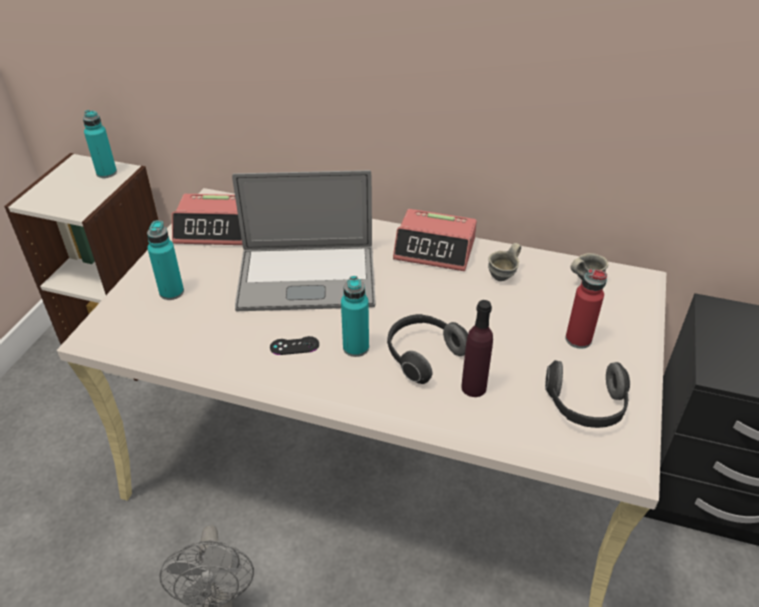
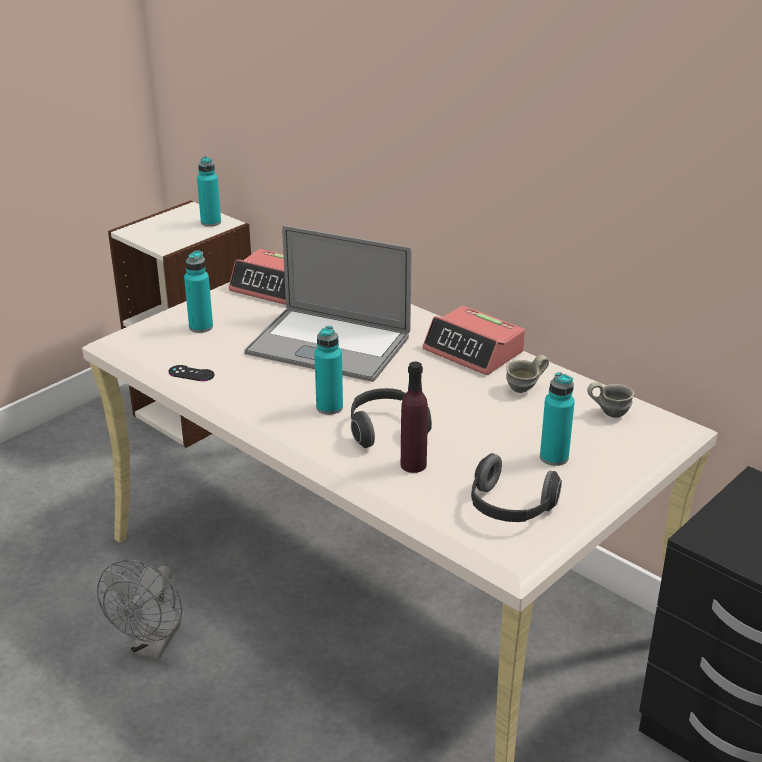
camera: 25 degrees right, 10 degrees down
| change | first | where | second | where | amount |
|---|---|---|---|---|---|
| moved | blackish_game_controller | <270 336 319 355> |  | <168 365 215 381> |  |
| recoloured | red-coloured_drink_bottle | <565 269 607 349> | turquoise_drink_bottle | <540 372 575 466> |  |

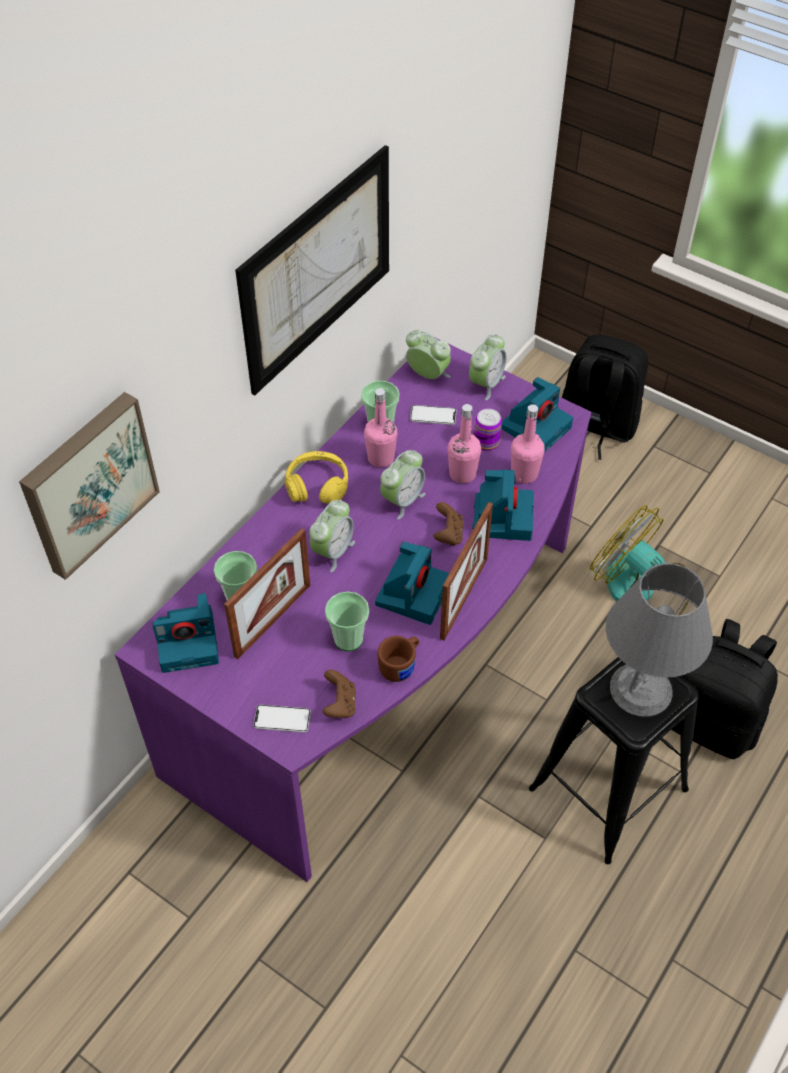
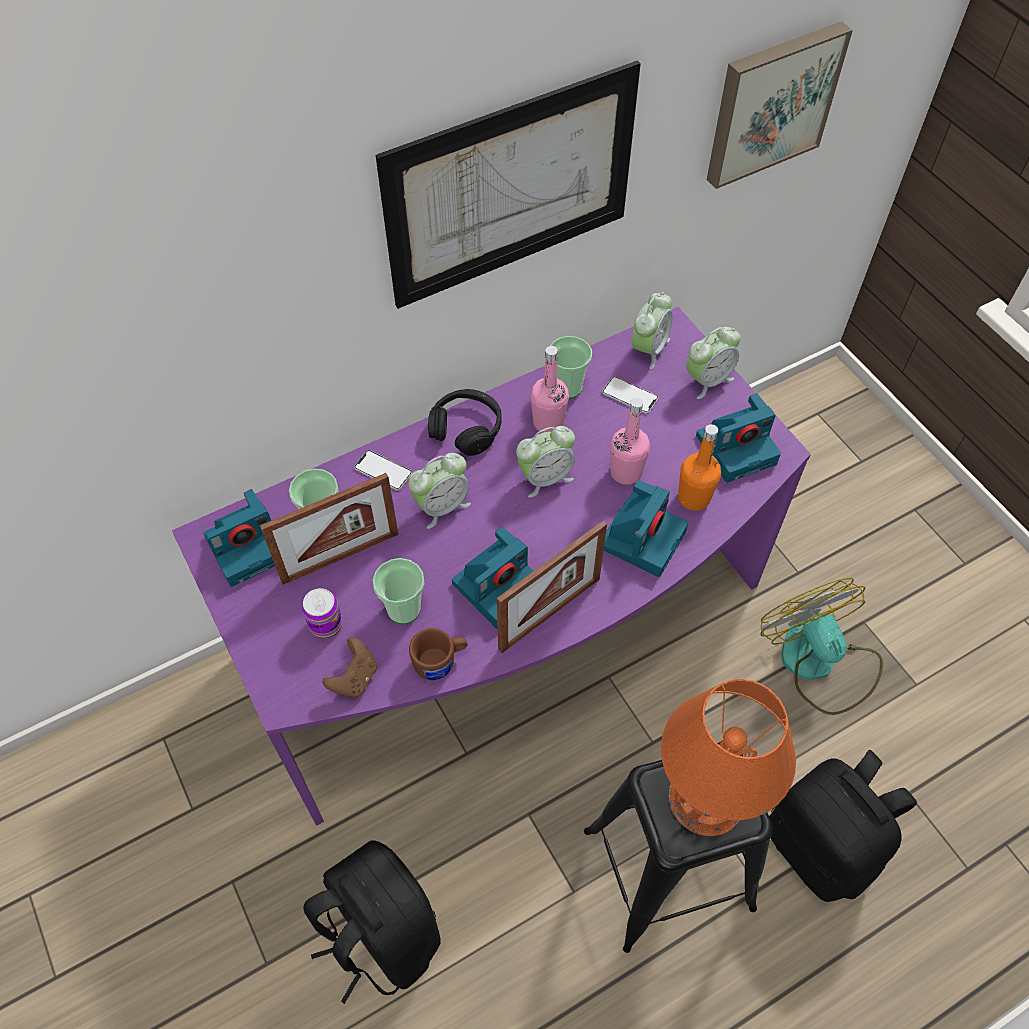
camera: 25 degrees right, 5 degrees up
| change | first | where | second | where | amount |
|---|---|---|---|---|---|
| turned | still_camera | <152 593 219 673> |  | <204 489 275 587> | 45 degrees counterclockwise |
| moved | sealed_can | <474 409 502 451> |  | <302 588 342 639> |  |
| moved | blackish_knapsack | <562 334 648 460> |  | <303 840 441 1004> |  |
| moved | phone | <253 705 311 733> |  | <354 450 412 490> |  |
| recoloured | yellowish_headphones | <285 451 348 504> | blackish_headphones | <428 389 502 456> |  |
| turned | bedside_clock | <406 330 451 379> |  | <632 292 673 369> | 60 degrees clockwise |
| recoloured | grey_table_lamp | <606 563 713 717> | orange-coloured_table_lamp | <661 679 796 836> |  |
| recoloured | pink_drink_bottle | <511 404 545 484> | orange-coloured_drink_bottle | <678 424 721 511> |  |
| moved | wall_picture | <19 392 160 580> |  | <707 21 853 189> |  |
| removed | brown-coloured_game_controller | <434 502 464 546> |  |  |  |

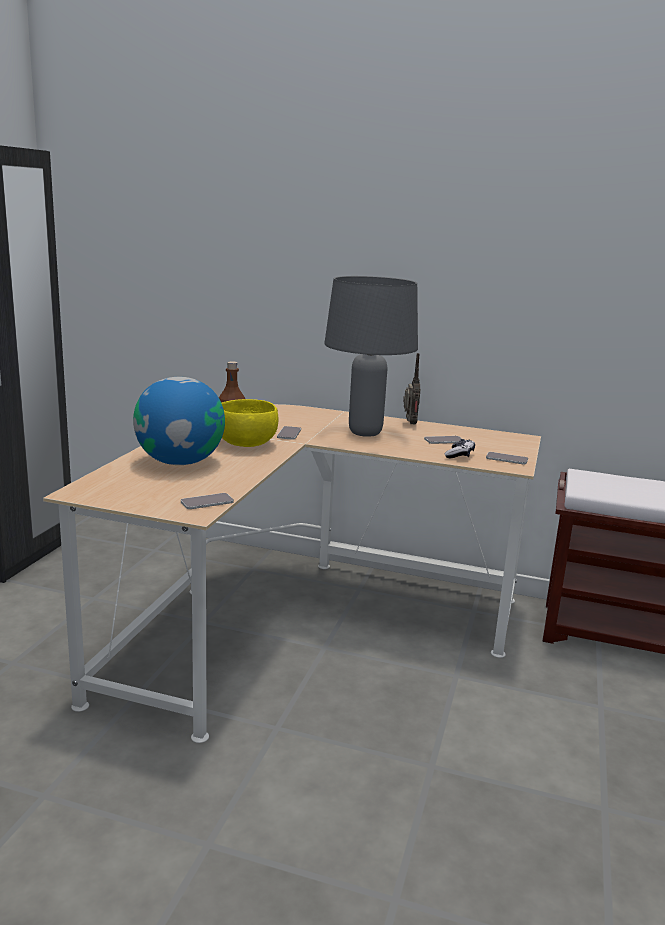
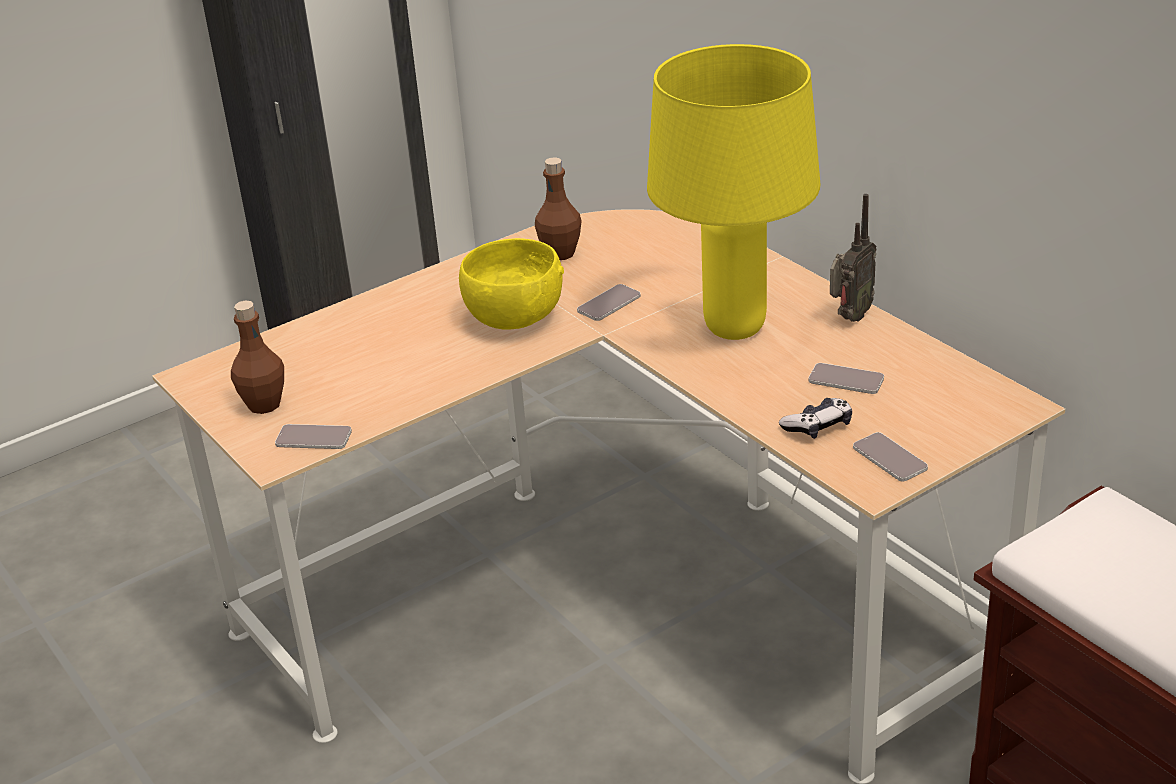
camera: 40 degrees right, 15 degrees up
| change | first | where | second | where | amount |
|---|---|---|---|---|---|
| added |  |  | brown-coloured_drink_bottle | <231 300 284 414> |  |
| recoloured | grey_table_lamp | <324 276 418 437> | yellowish_table_lamp | <647 44 820 340> |  |
| removed | desk_globe | <133 377 225 465> |  |  |  |

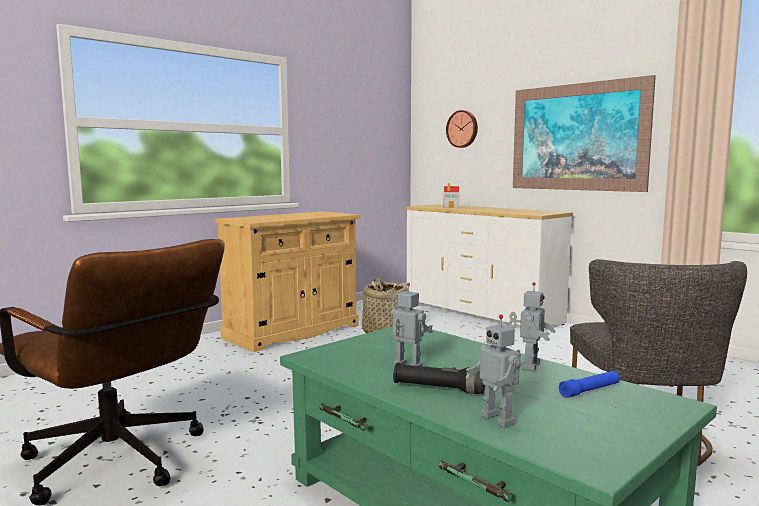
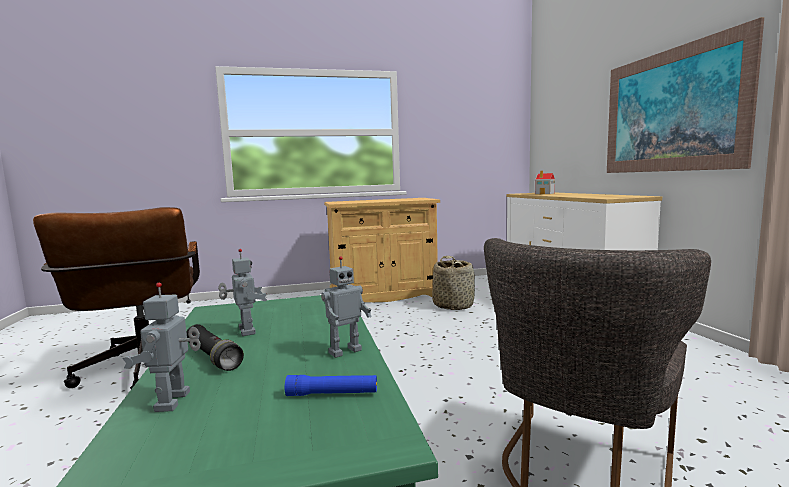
camera: 30 degrees right, 0 degrees up
| change | first | where | second | where | amount |
|---|---|---|---|---|---|
| removed | wall_clock | <446 110 478 148> |  |  |  |

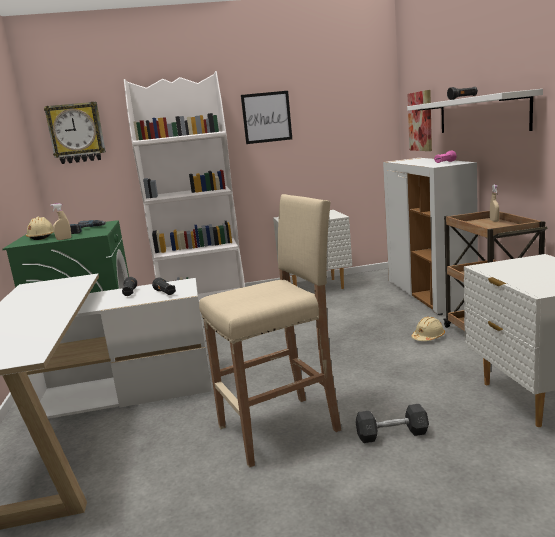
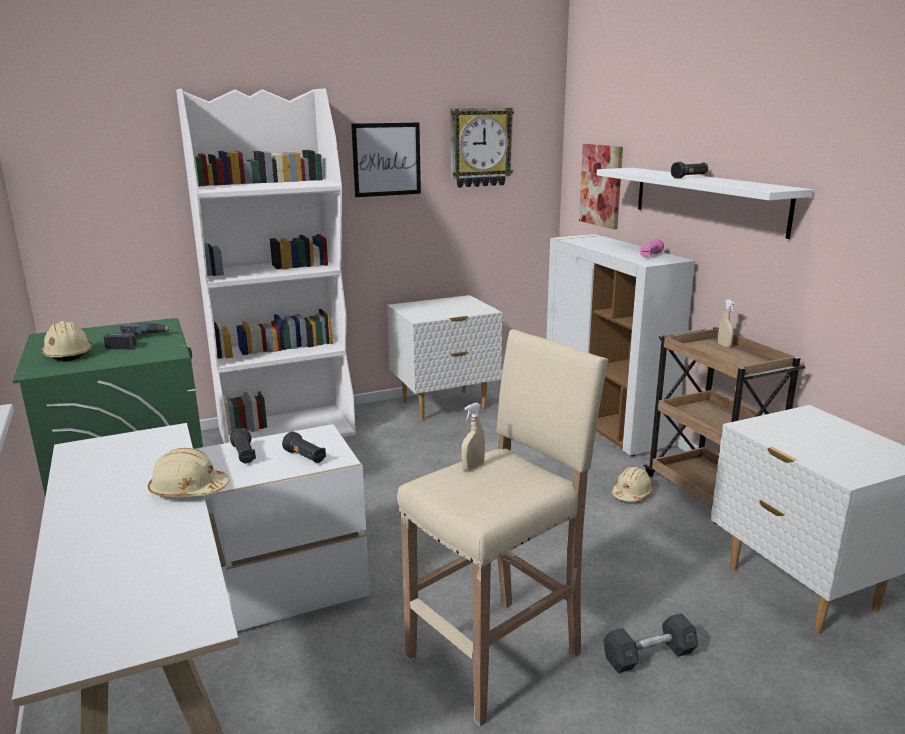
camera: 15 degrees left, 5 degrees up
| change | first | where | second | where | amount |
|---|---|---|---|---|---|
| added |  |  | beige_hard_hat | <148 448 230 497> |  |
| moved | wall_clock | <44 102 106 164> |  | <450 108 514 188> |  |
| moved | beige_spray_bottle | <50 203 71 240> |  | <461 403 485 471> |  |

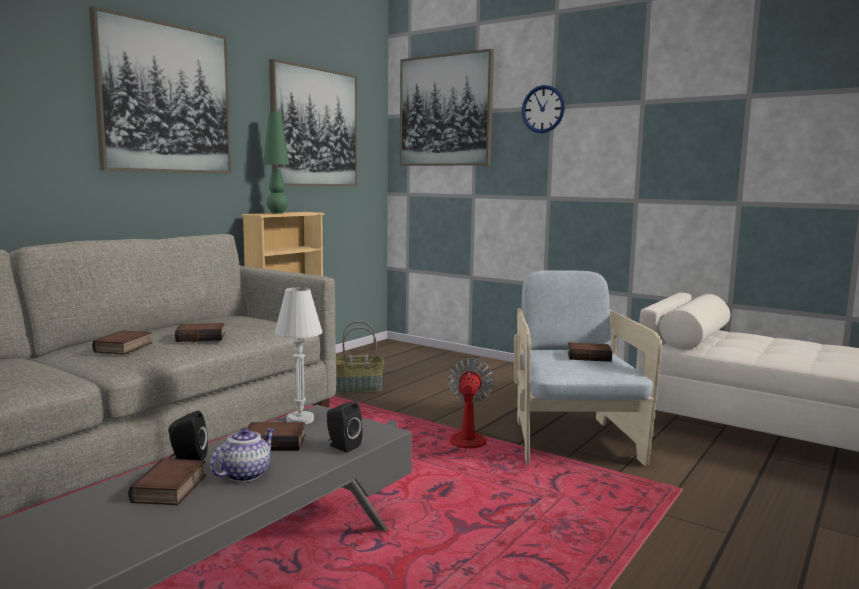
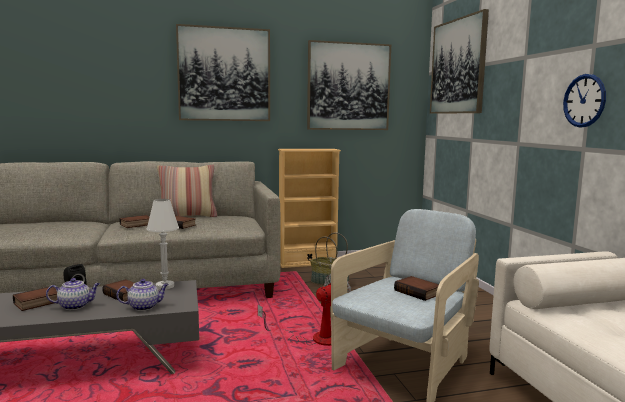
camera: 40 degrees right, 0 degrees up
| change | first | where | second | where | amount |
|---|---|---|---|---|---|
| replaced | blackish_speaker | <327 401 363 452> | pot_for_tea | <117 279 169 311> |  |
| added |  |  | pillow | <157 165 217 217> |  |
| moved | wall_clock | <522 85 565 133> |  | <563 74 606 128> |  |
| removed | green-coloured_table_lamp | <263 112 289 214> |  |  |  |

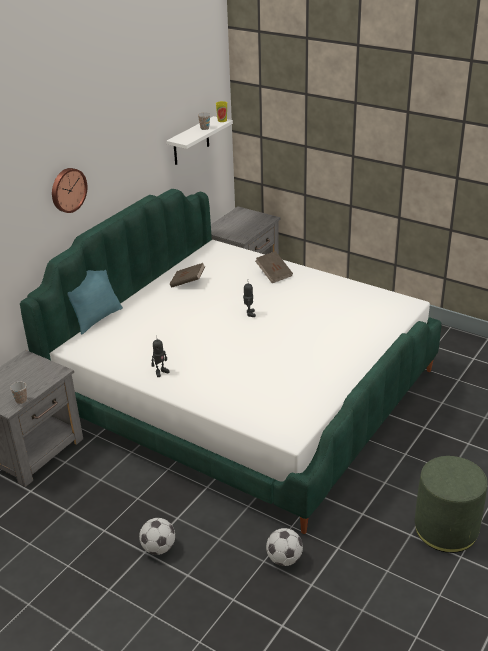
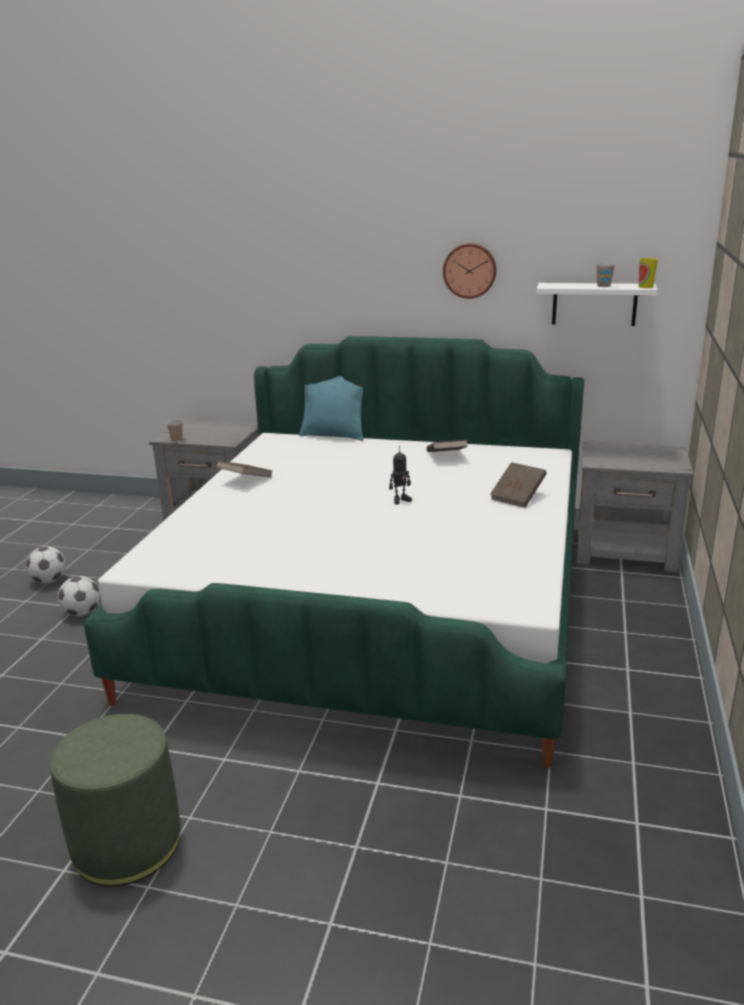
camera: 70 degrees right, 10 degrees down
| change | first | where | second | where | amount |
|---|---|---|---|---|---|
| moved | ball_for_football | <266 528 303 566> |  | <26 546 66 584> |  |
| replaced | model_robot | <151 339 170 377> | brown-coloured_book | <216 461 272 478> |  |
| moved | wall_clock | <52 168 87 213> |  | <443 243 497 299> |  |

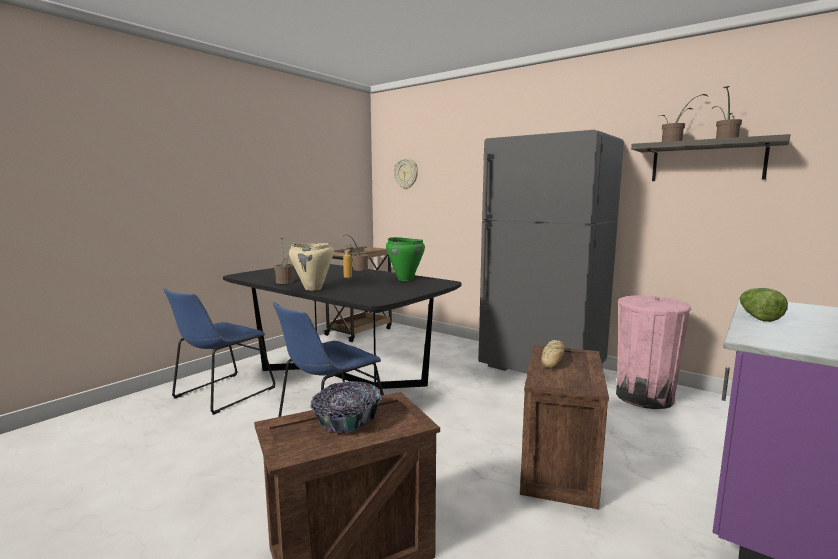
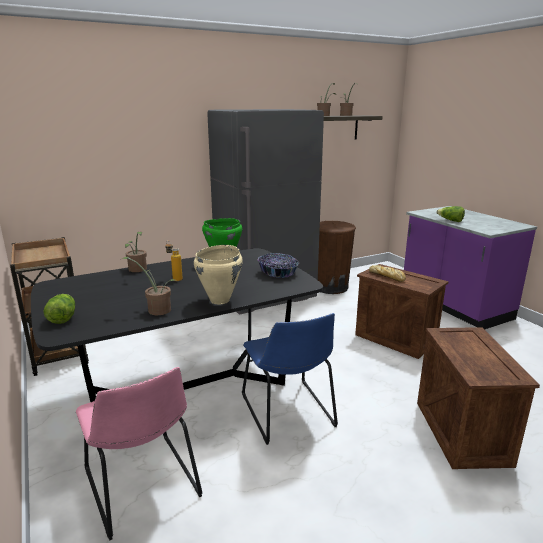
camera: 65 degrees left, 10 degrees up
| change | first | where | second | where | amount |
|---|---|---|---|---|---|
| added |  |  | lettuce_head | <43 294 75 324> |  |
| recoloured | blue_upright_chair | <163 288 276 415> | pink_upright_chair | <76 367 203 541> |  |
| moved | deep_dish | <310 381 382 434> |  | <258 253 299 278> |  |
| recoloured | pink_rubbish_bin | <616 295 691 409> | brown-coloured_rubbish_bin | <318 221 356 294> |  |
| removed | wall_clock | <394 158 418 189> |  |  |  |

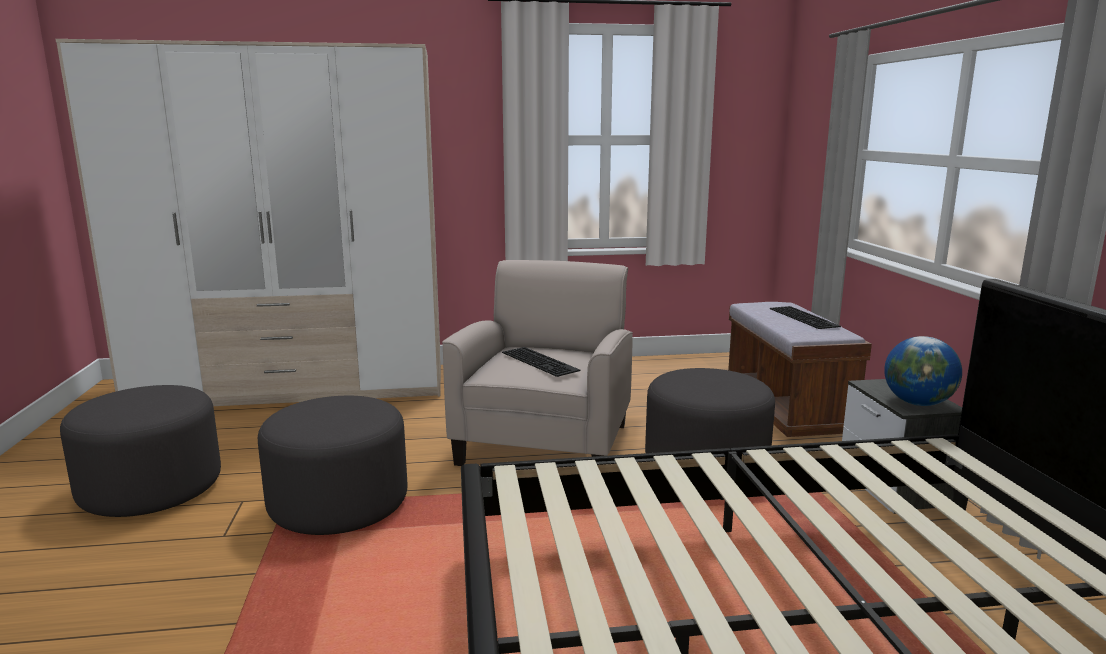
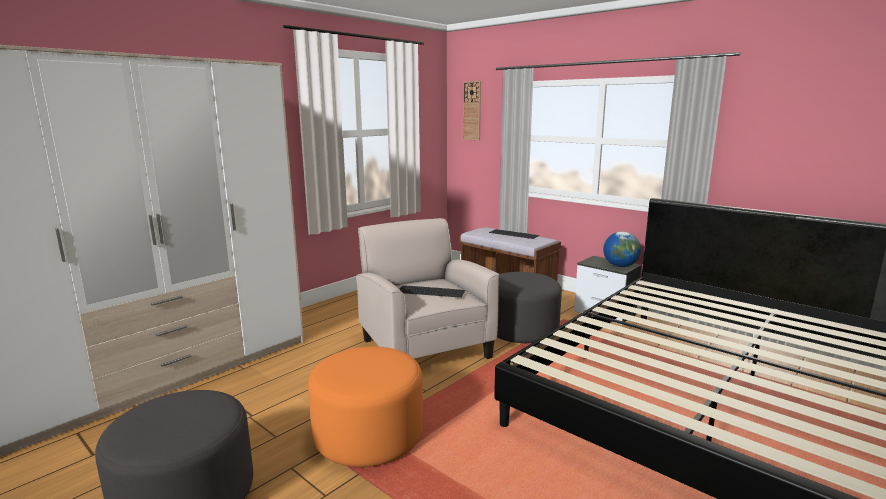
camera: 40 degrees left, 0 degrees up
| change | first | where | second | where | amount |
|---|---|---|---|---|---|
| recoloured | grey_pouffe | <258 396 407 535> | orange-coloured_pouffe | <308 346 423 467> |  |
| added |  |  | wall_clock | <463 81 481 140> |  |

